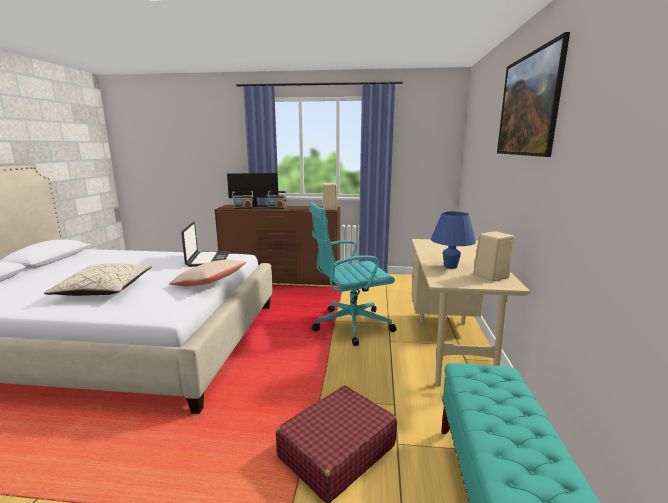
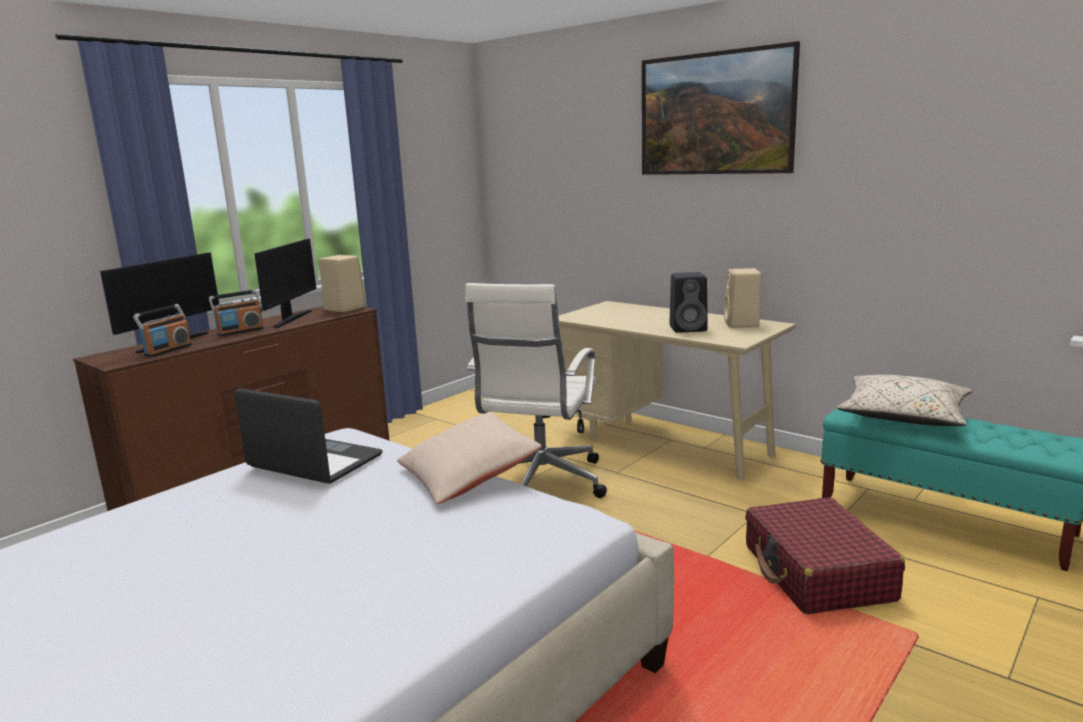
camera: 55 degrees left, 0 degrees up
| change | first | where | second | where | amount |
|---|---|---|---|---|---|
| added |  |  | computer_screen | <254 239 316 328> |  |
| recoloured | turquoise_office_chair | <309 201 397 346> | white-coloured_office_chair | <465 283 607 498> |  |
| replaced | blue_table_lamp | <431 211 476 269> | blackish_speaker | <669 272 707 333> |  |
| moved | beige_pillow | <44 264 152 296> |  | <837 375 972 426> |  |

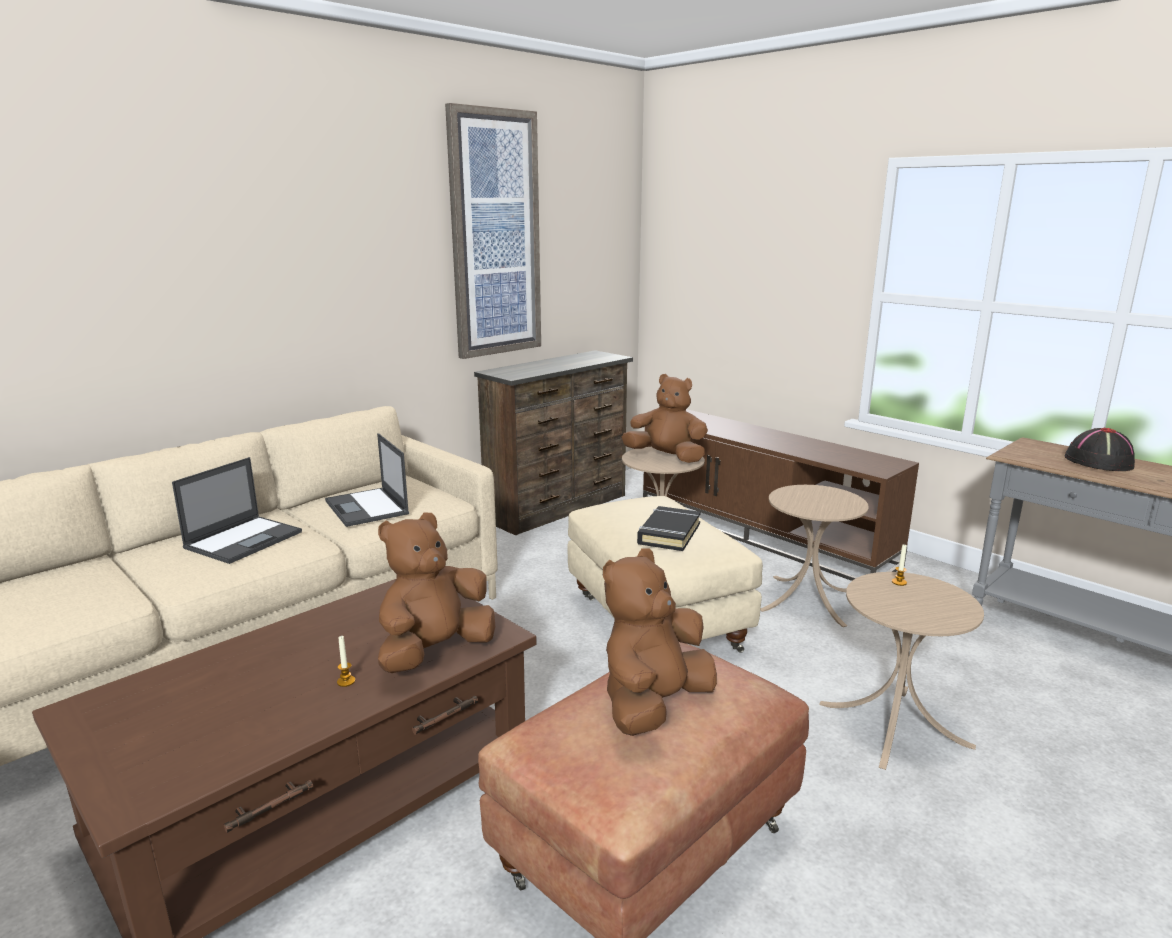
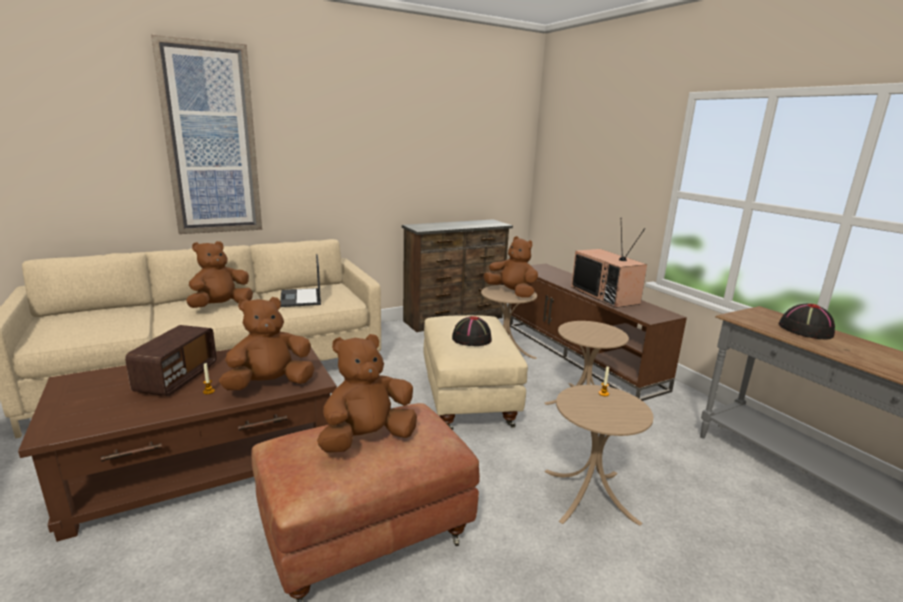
camera: 15 degrees right, 0 degrees up
| change | first | where | second | where | amount |
|---|---|---|---|---|---|
| added |  |  | radio_set | <125 325 216 396> |  |
| moved | wall_picture | <445 103 541 359> |  | <151 34 262 234> |  |
| replaced | portable_computer | <172 457 302 564> | brown-coloured_soft_toy | <186 241 253 308> |  |
| replaced | blackish_book | <637 506 701 551> | blackish_hat | <452 316 492 346> |  |
| added |  |  | television | <571 224 647 308> |  |

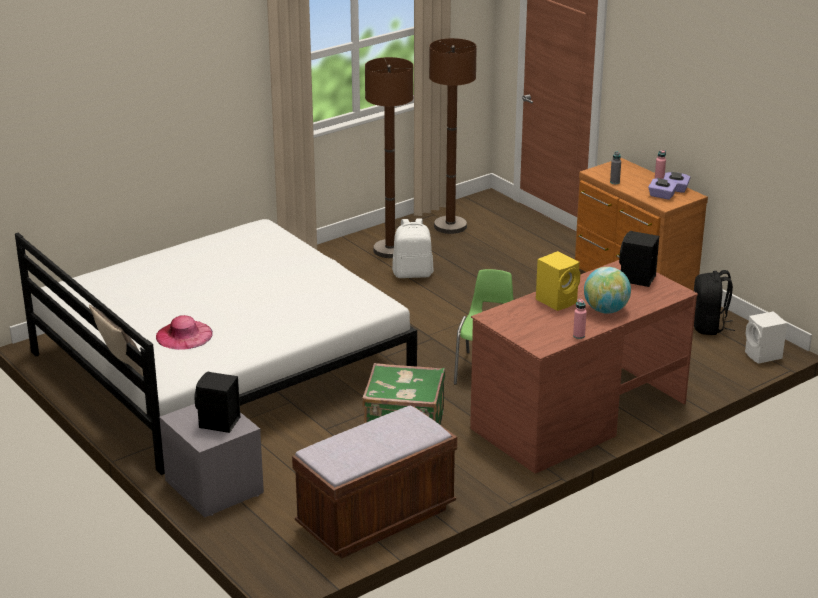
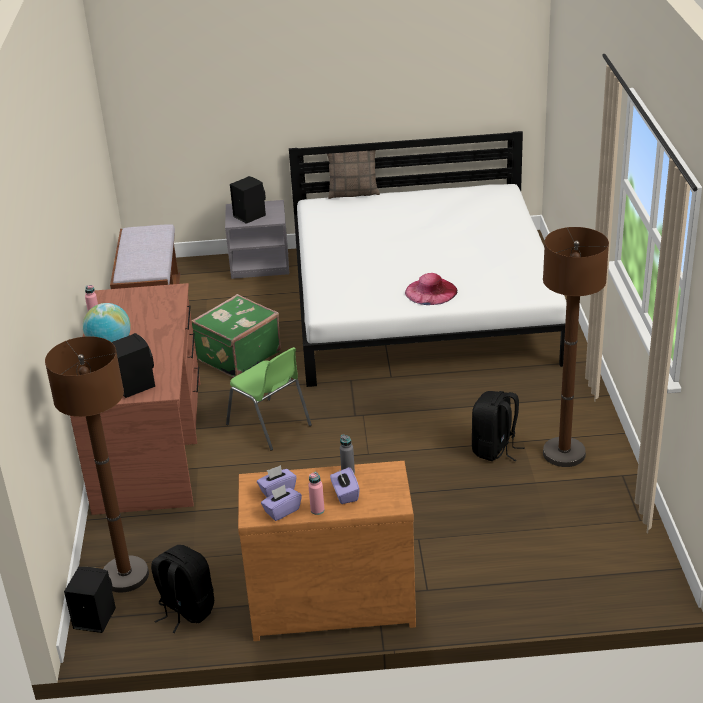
camera: 125 degrees right, 5 degrees up
| change | first | where | second | where | amount |
|---|---|---|---|---|---|
| moved | brown-coloured_floor_lamp | <429 38 477 234> |  | <45 336 149 592> |  |
| recoloured | white-coloured_speaker | <745 311 787 364> | blackish_speaker | <64 567 116 633> |  |
| added |  |  | purple-coloured_tissue_box | <330 467 360 504> |  |
| moved | pink_hat | <156 315 213 350> |  | <405 273 457 305> |  |
| recoloured | white-coloured_knapsack | <392 219 434 278> | blackish_knapsack | <472 391 525 461> |  |
| removed | yellowish_speaker | <536 251 580 311> |  |  |  |

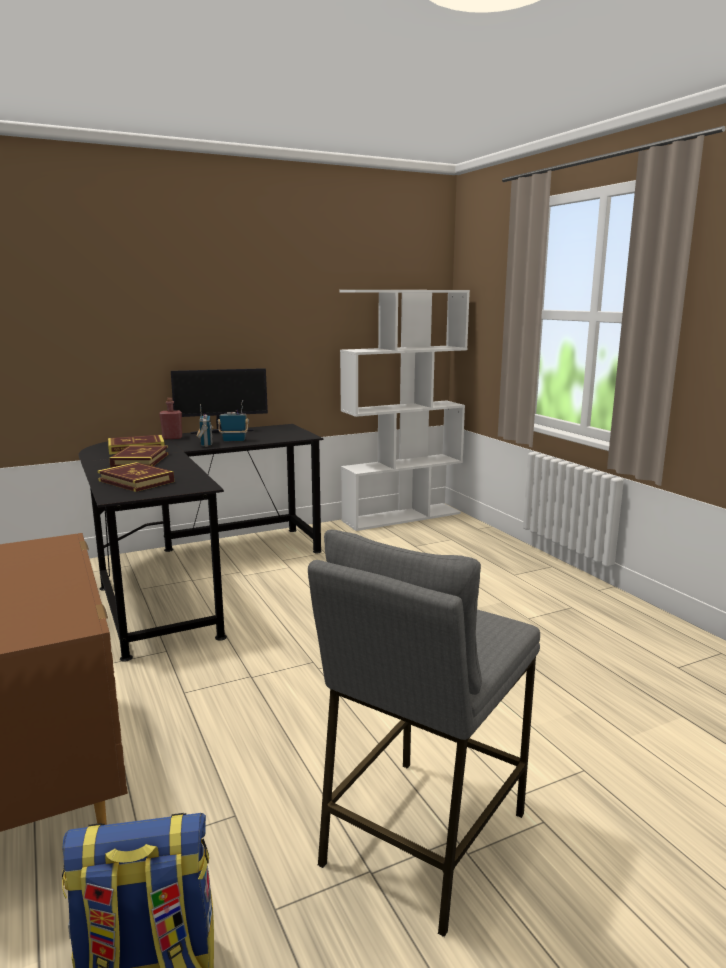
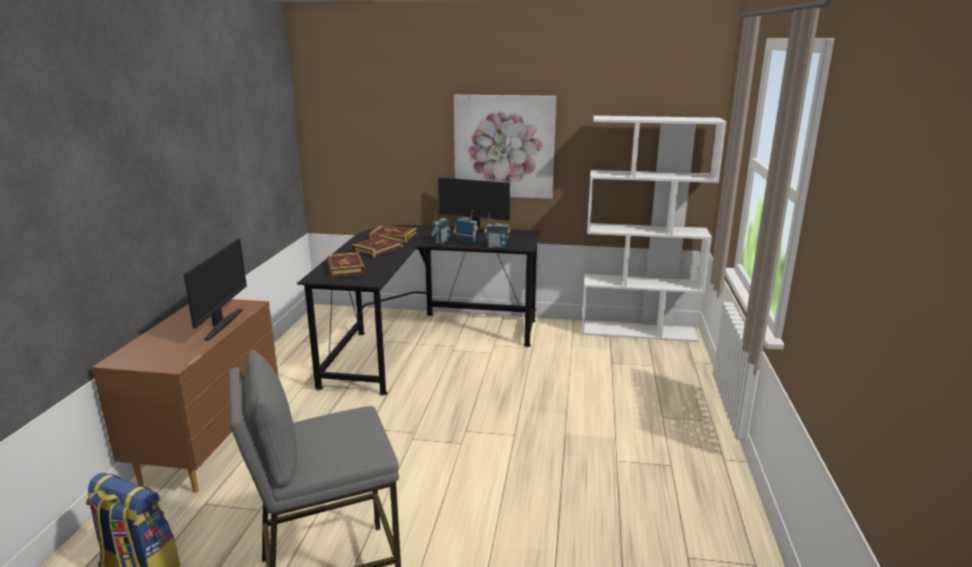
camera: 35 degrees right, 5 degrees up
| change | first | where | second | where | amount |
|---|---|---|---|---|---|
| added |  |  | computer_screen | <183 238 247 340> |  |
| added |  |  | wall_picture | <454 95 556 199> |  |
| added |  |  | radio_set | <484 213 510 248> |  |
| removed | red-coloured_drink_bottle | <159 398 182 439> |  |  |  |

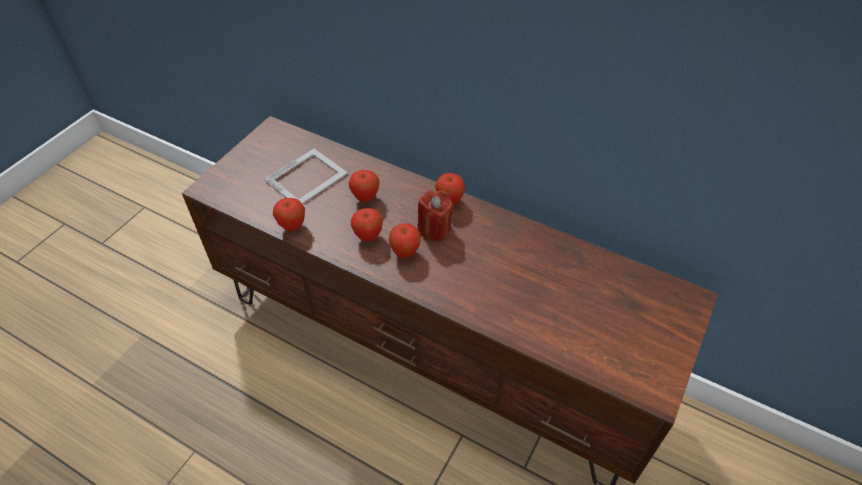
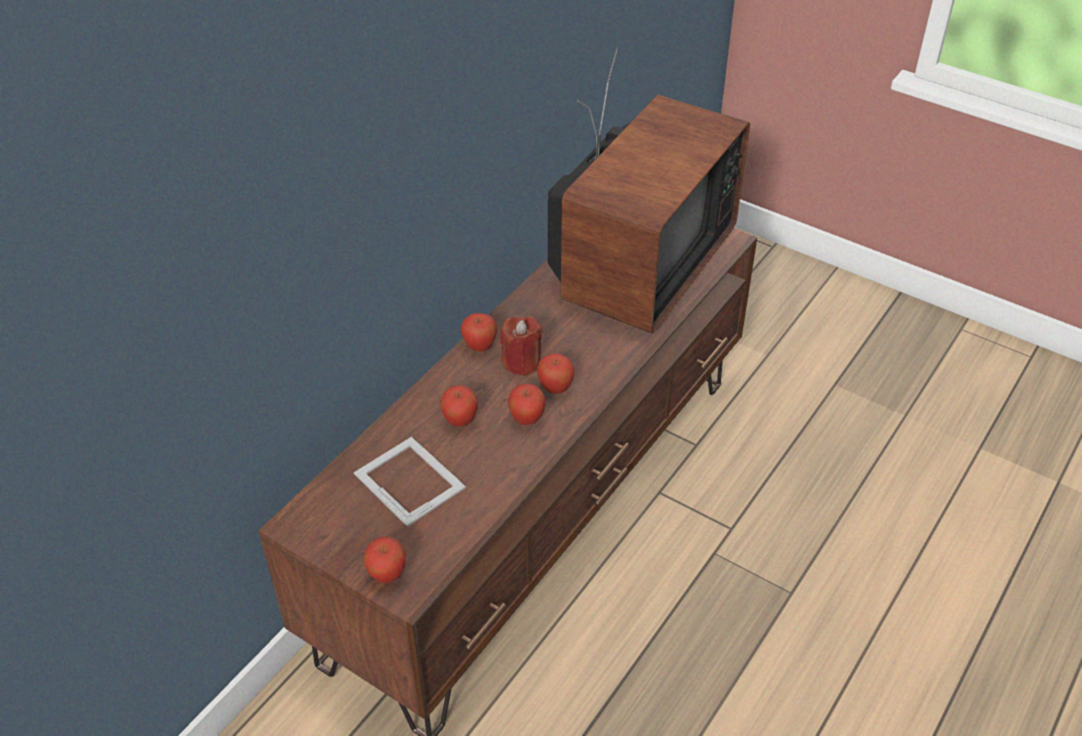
camera: 85 degrees left, 5 degrees down
| change | first | where | second | where | amount |
|---|---|---|---|---|---|
| moved | apple | <273 198 305 231> |  | <363 537 406 583> |  |
| added |  |  | television | <548 48 750 333> |  |

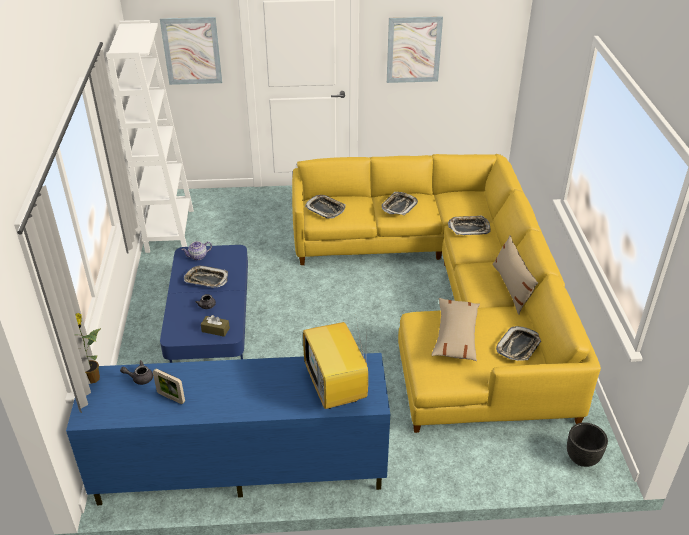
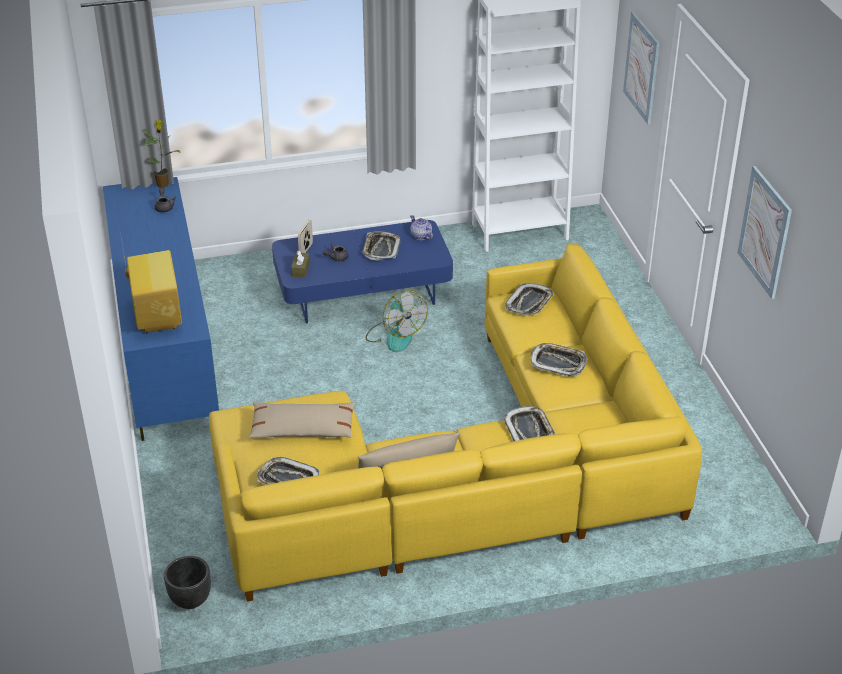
camera: 80 degrees right, 0 degrees up
| change | first | where | second | where | amount |
|---|---|---|---|---|---|
| turned | television | <303 309 368 409> |  | <120 233 182 333> | 105 degrees clockwise |
| moved | photo_frame | <153 369 185 404> |  | <298 220 313 253> |  |
| added |  |  | cooling_fan | <366 290 428 352> |  |

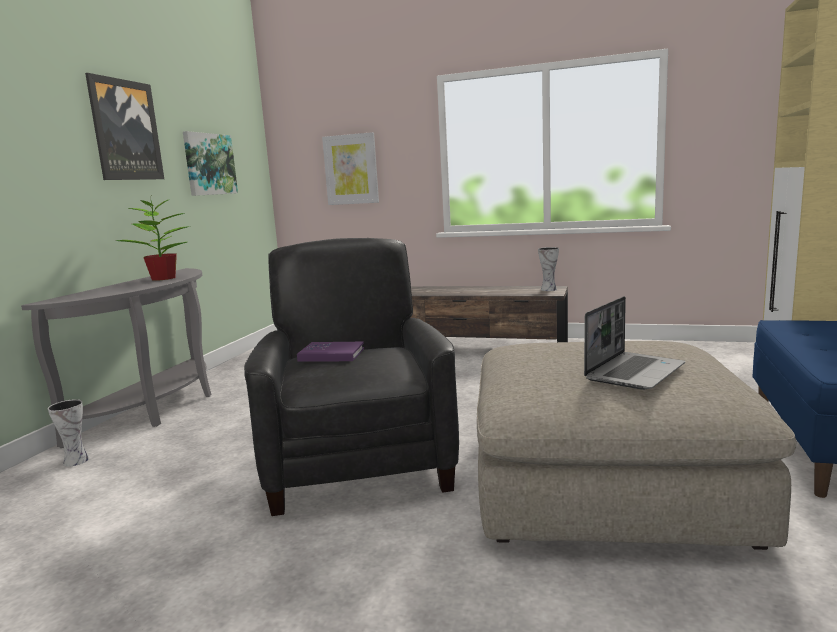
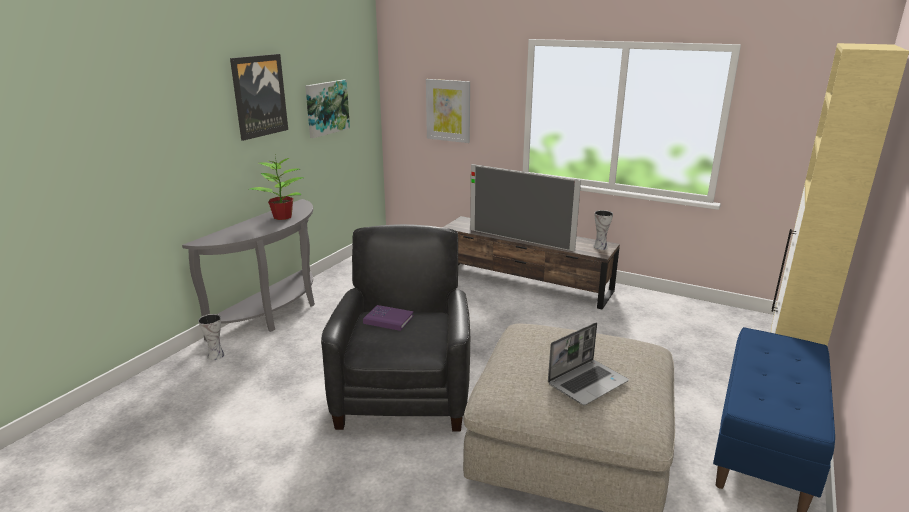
camera: 10 degrees right, 10 degrees up
| change | first | where | second | where | amount |
|---|---|---|---|---|---|
| added |  |  | television | <470 164 581 252> |  |

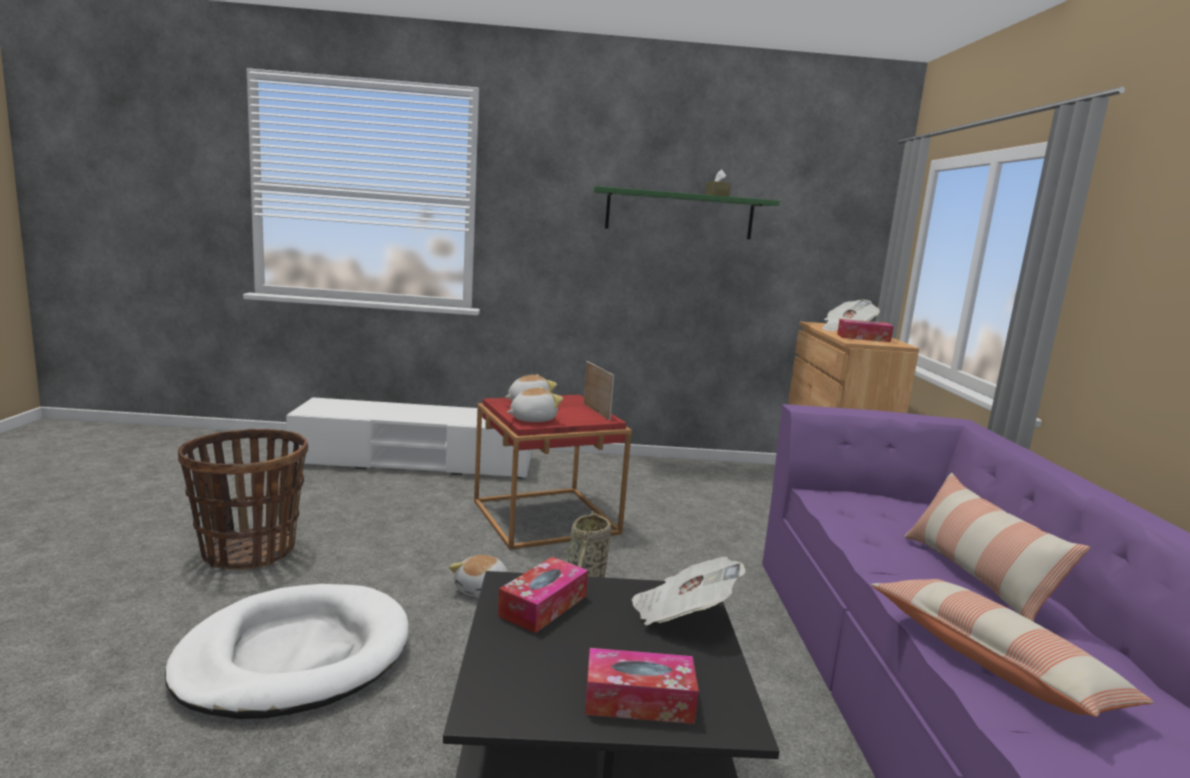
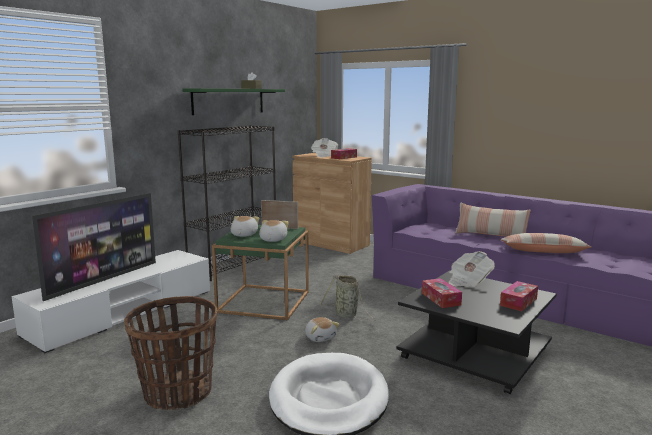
camera: 50 degrees left, 0 degrees up
| change | first | where | second | where | amount |
|---|---|---|---|---|---|
| added |  |  | television | <32 193 156 301> |  |
| added |  |  | blackish_bookshelf | <178 125 276 281> |  |
| recoloured | red-coloured_accent_table | <474 395 632 550> | green-coloured_accent_table | <212 225 309 320> |  |

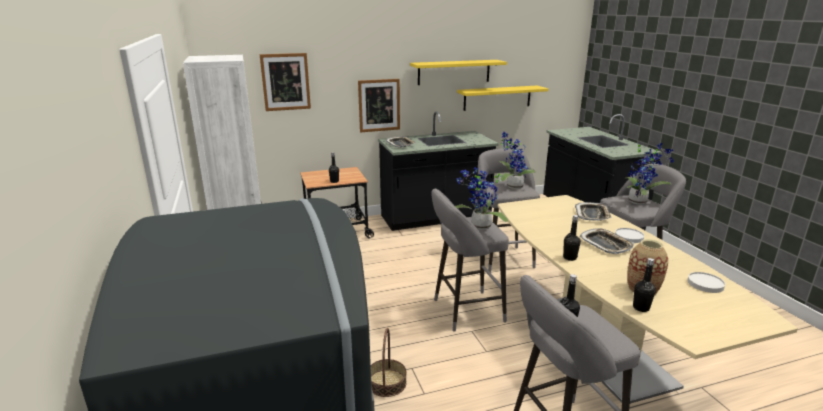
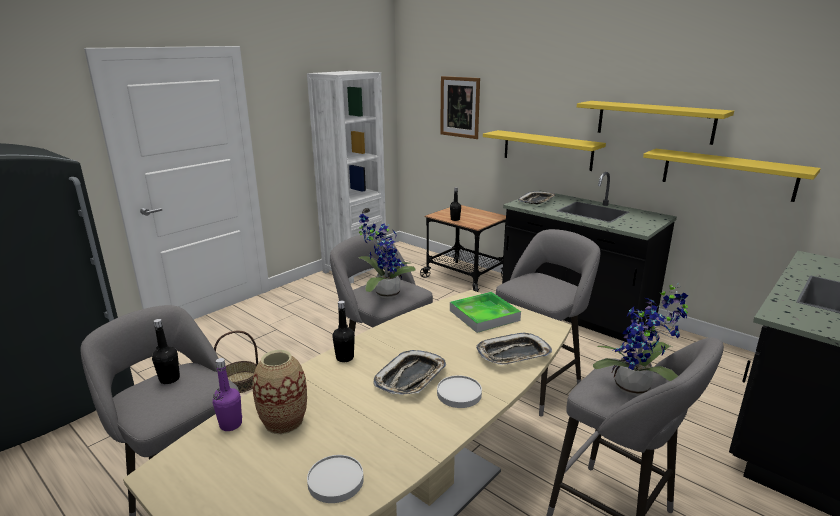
camera: 60 degrees right, 0 degrees up
| change | first | where | second | where | amount |
|---|---|---|---|---|---|
| recoloured | blackish_drink_bottle | <633 258 656 312> | purple-coloured_drink_bottle | <213 358 242 431> |  |
| added |  |  | tray | <450 292 521 333> |  |
| replaced | wall_picture | <358 79 400 132> | yellowish_shelf | <483 130 606 171> |  |
| removed | plant_in_a_pot | <499 132 535 189> |  |  |  |

